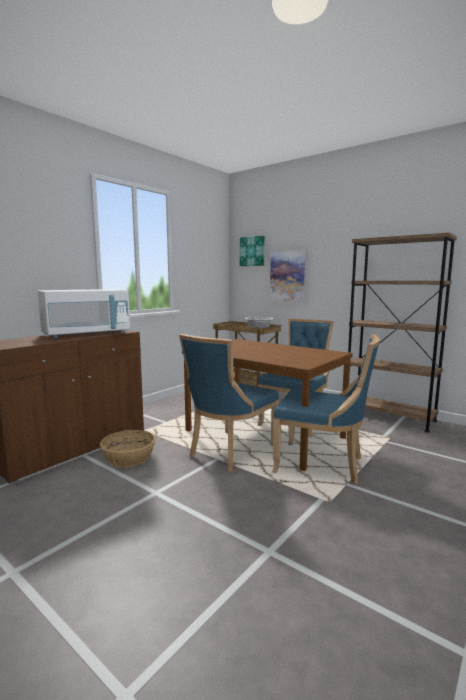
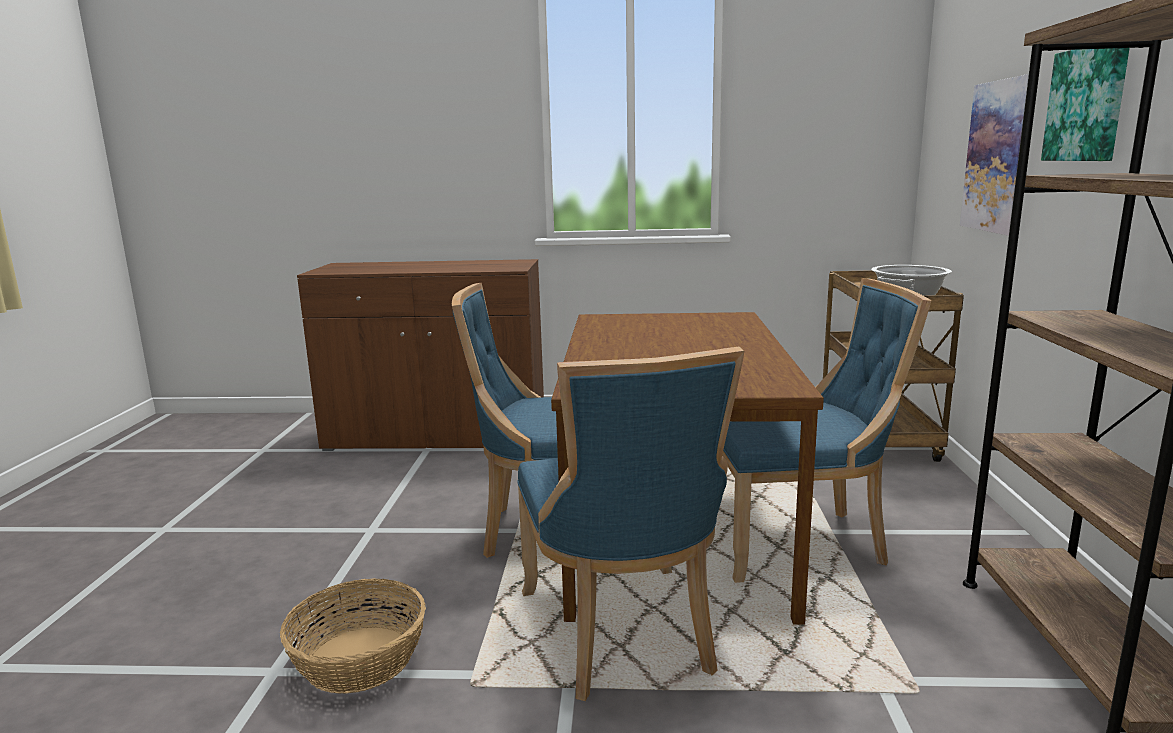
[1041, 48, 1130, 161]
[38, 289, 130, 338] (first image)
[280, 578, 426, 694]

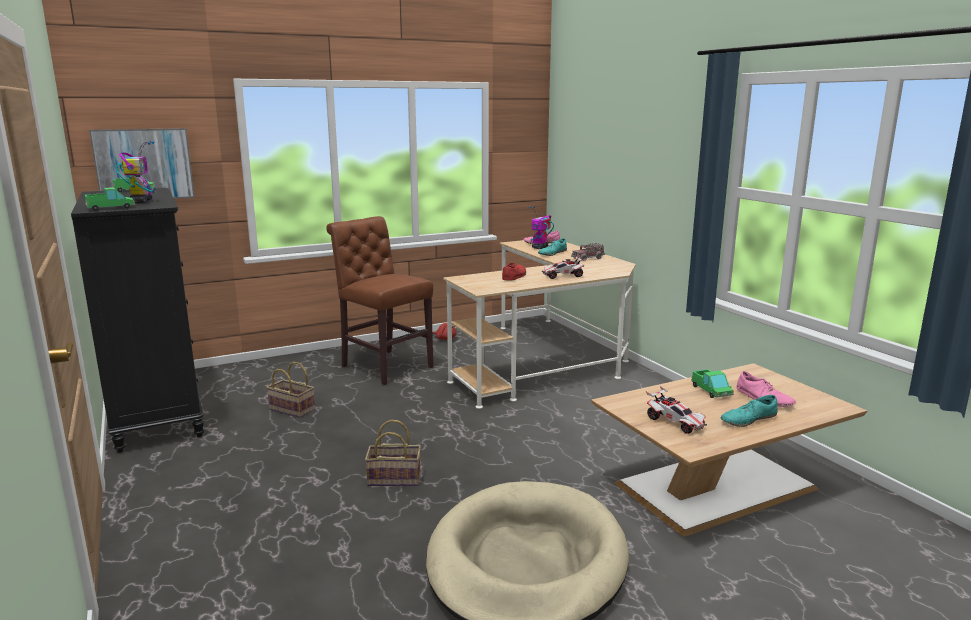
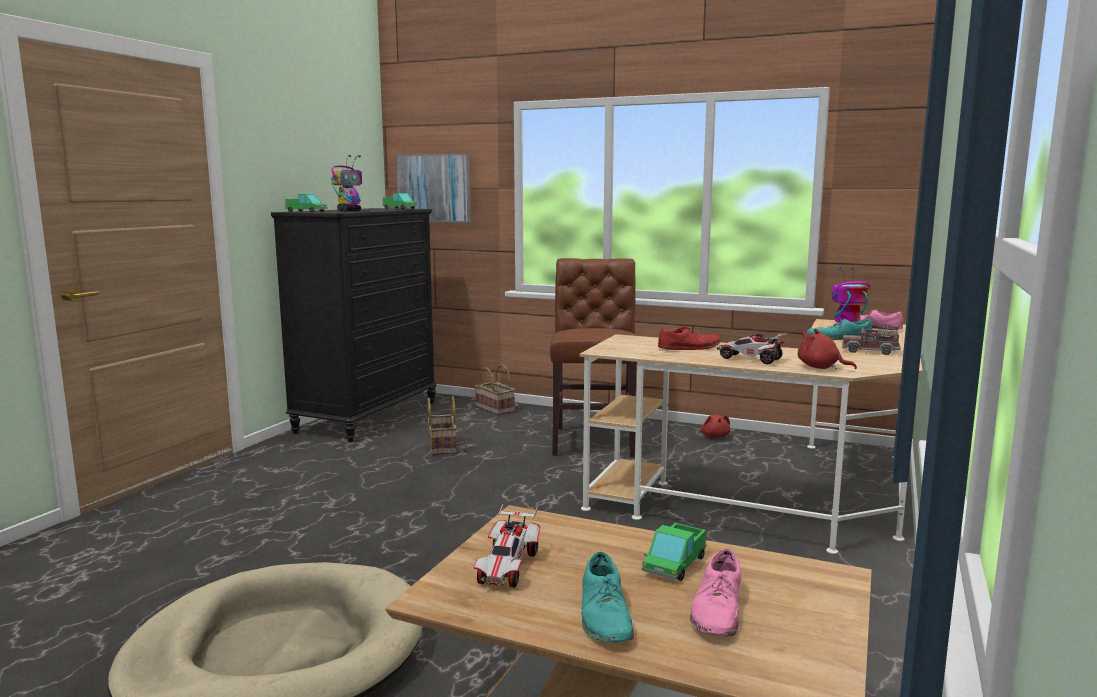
[581, 552, 634, 642]
[475, 364, 515, 415]
[798, 329, 857, 370]

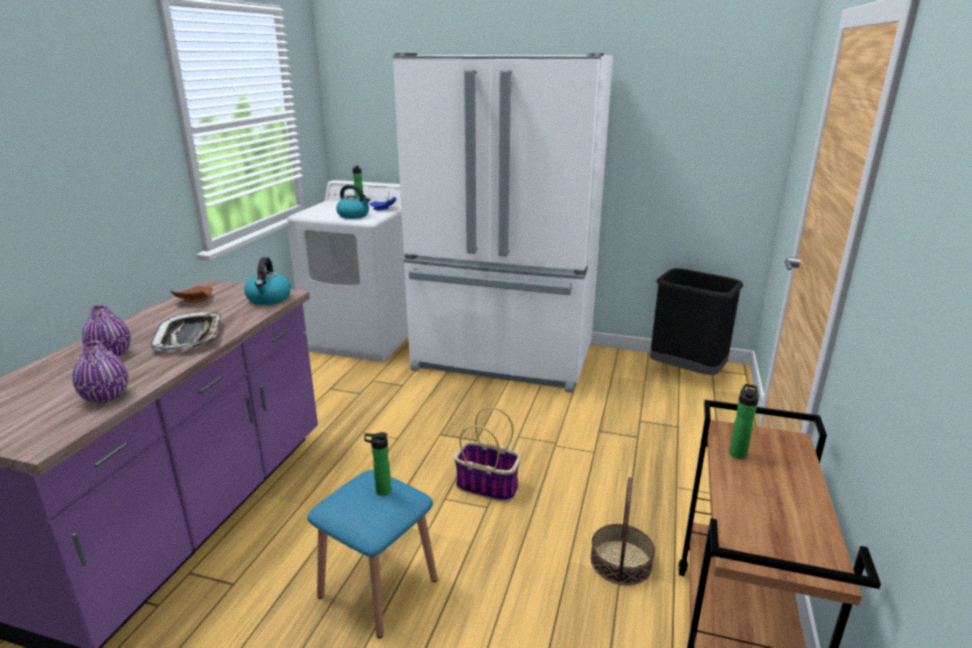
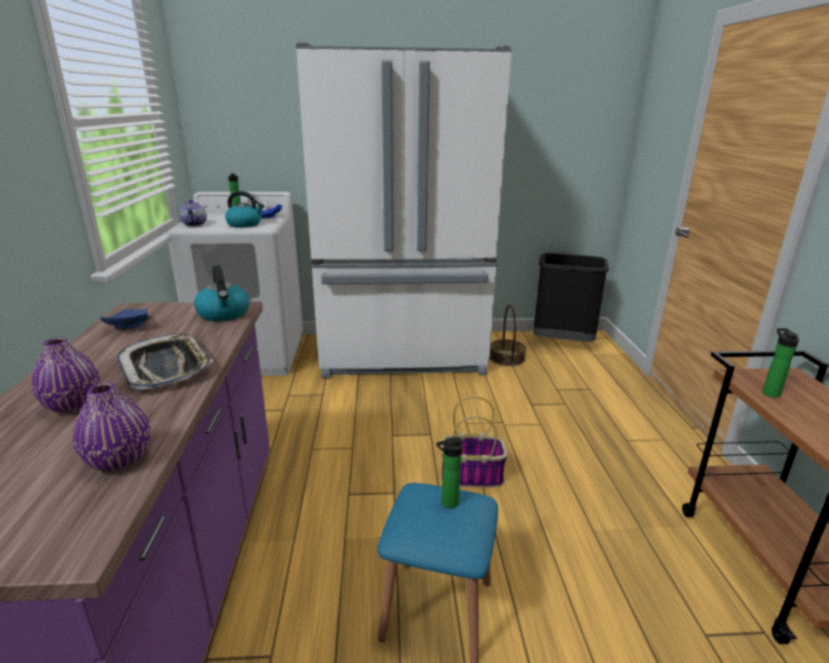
[100, 309, 150, 330]
[490, 305, 526, 366]
[180, 200, 207, 226]

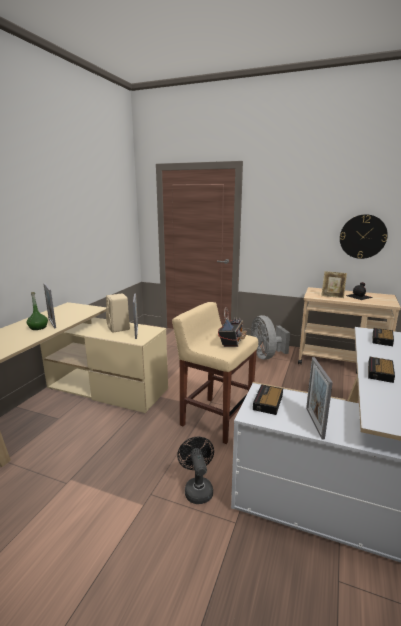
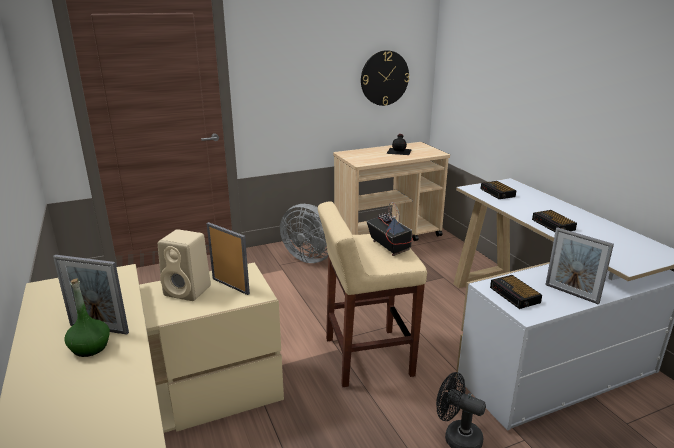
[321, 271, 347, 298] (first image)

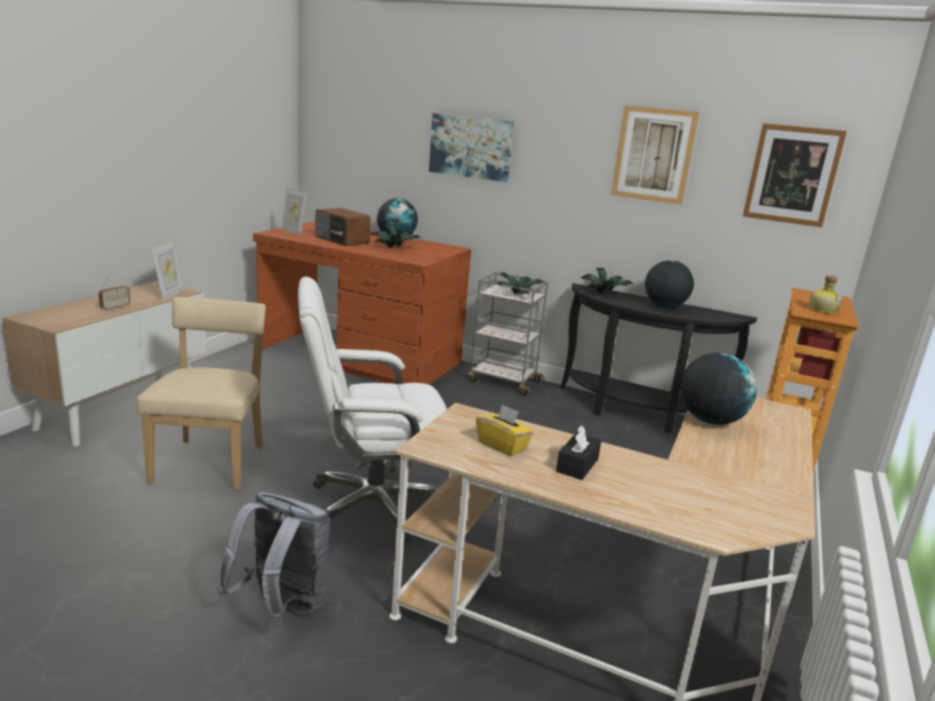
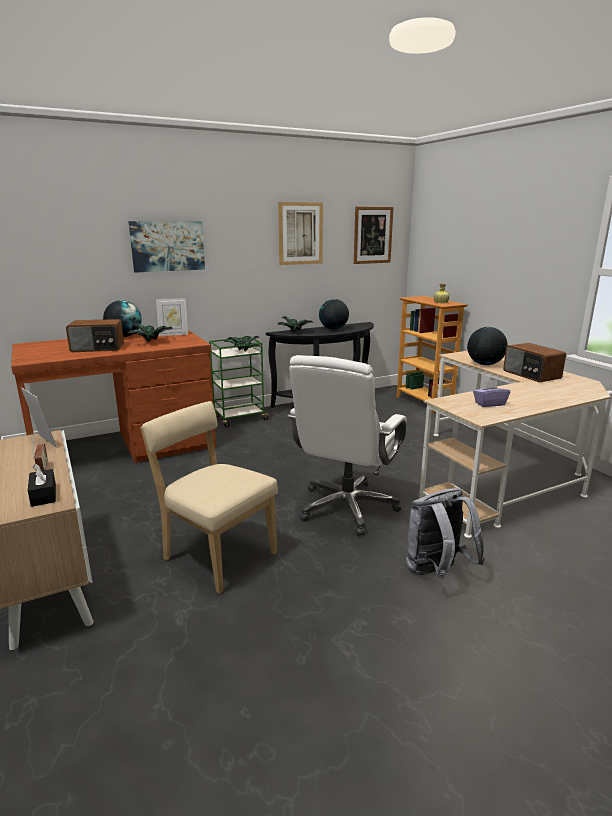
[156, 298, 188, 336]
[209, 337, 271, 427]
[473, 380, 510, 407]
[28, 463, 56, 507]
[503, 343, 566, 382]

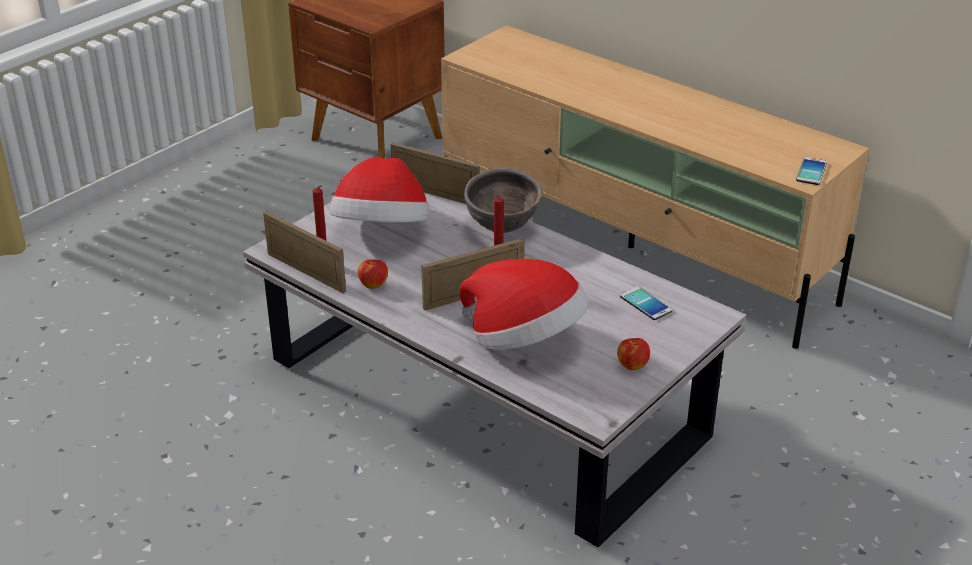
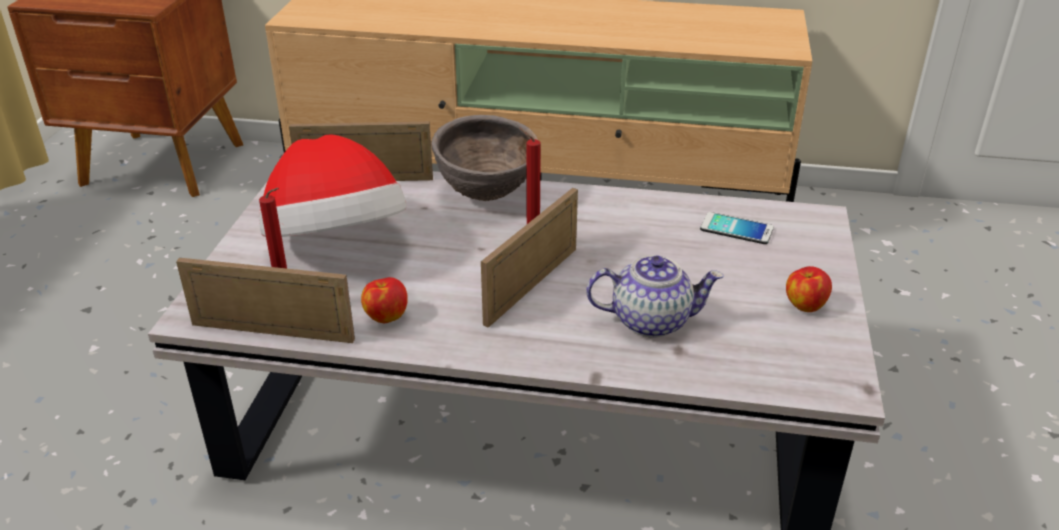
[796, 157, 827, 185] (first image)
[586, 255, 724, 338]

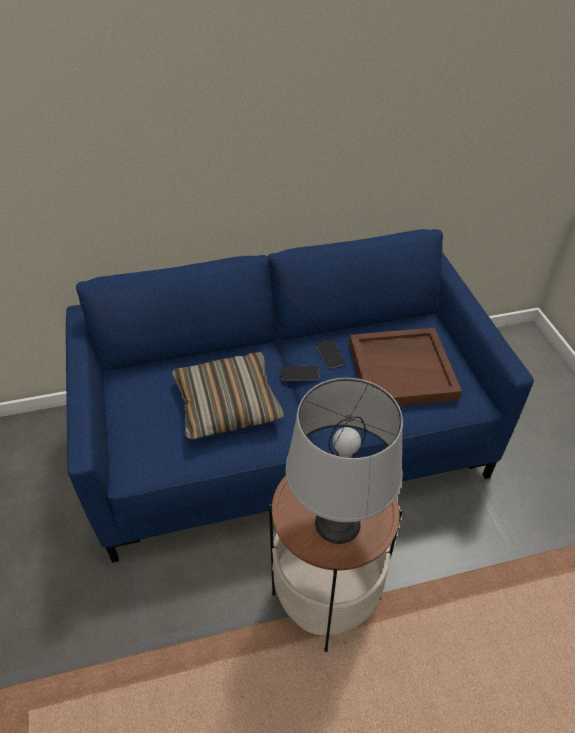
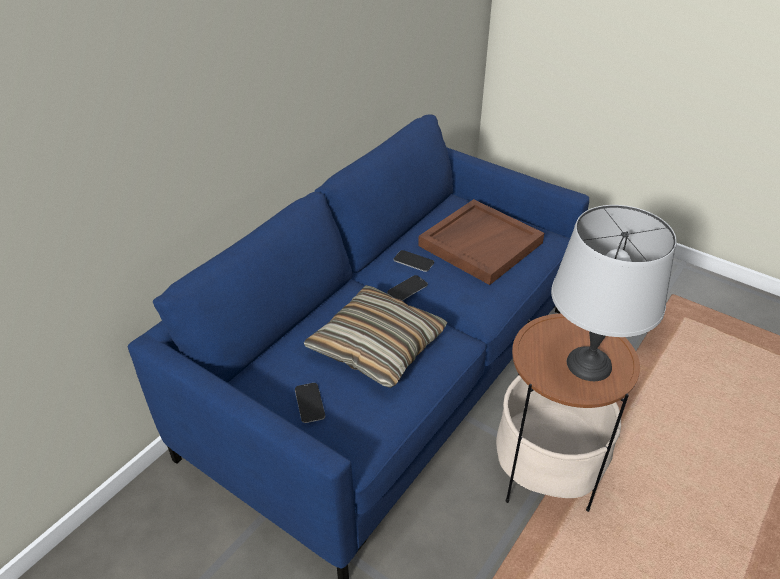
[295, 383, 325, 423]

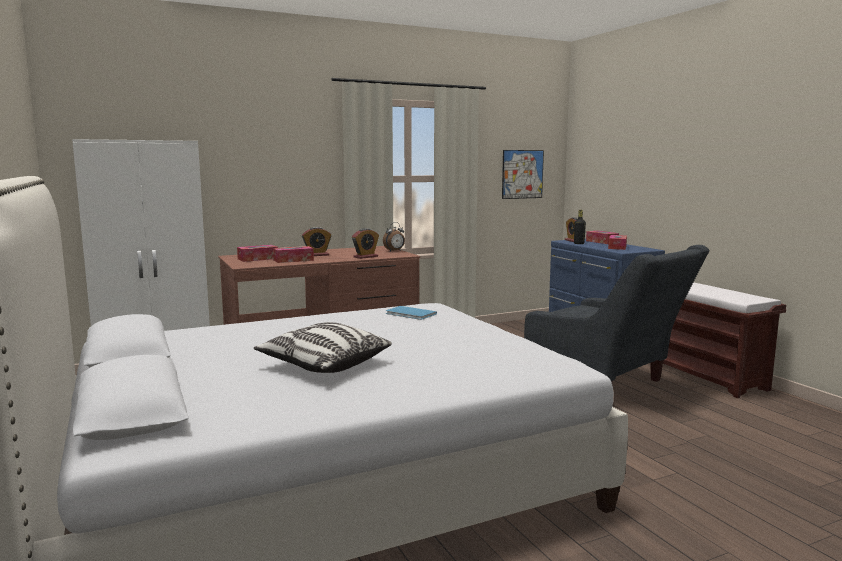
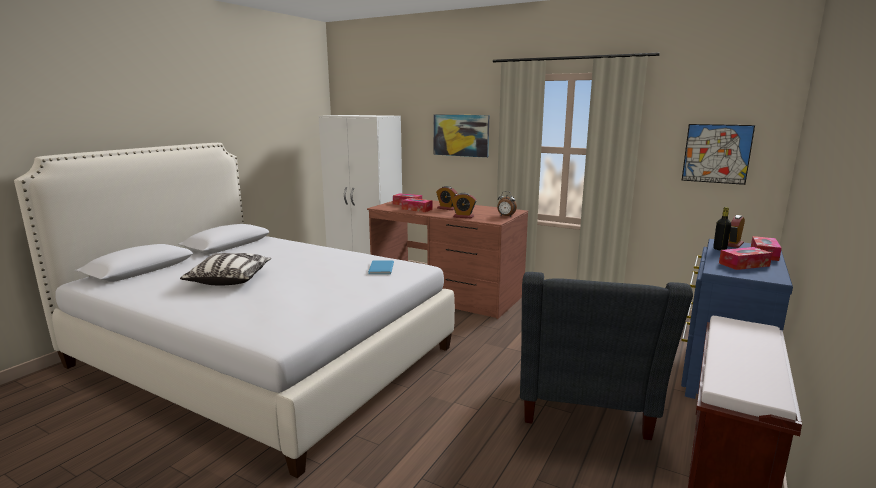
[433, 114, 489, 158]

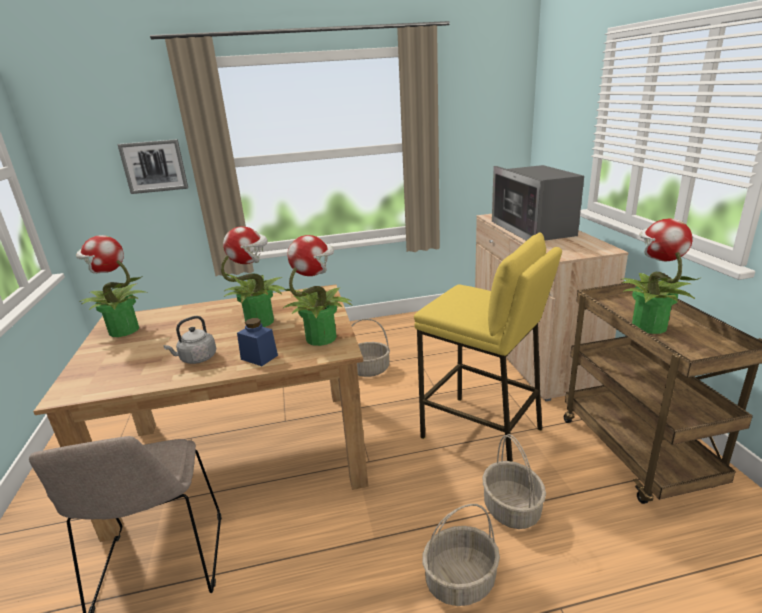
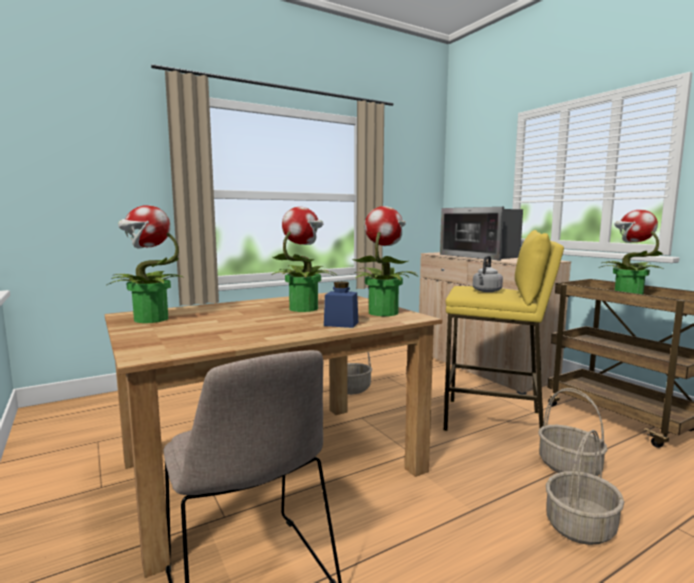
[117, 139, 188, 194] (first image)
[473, 255, 503, 292]

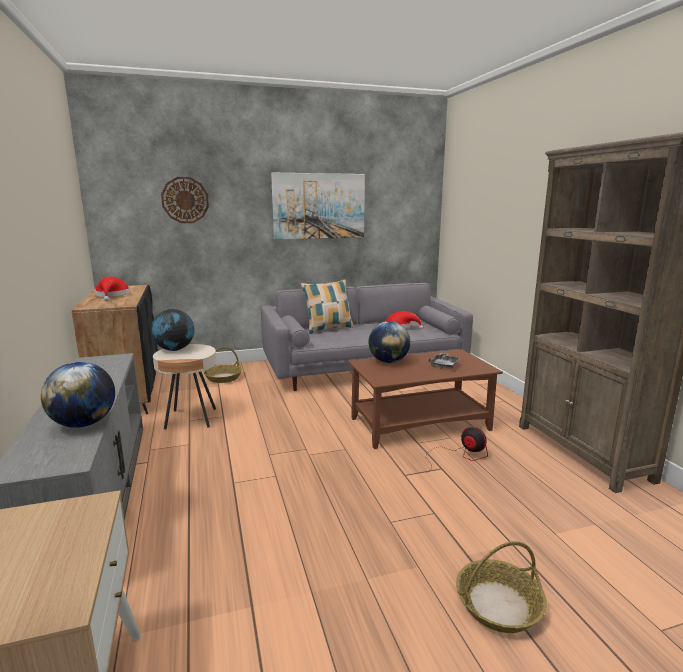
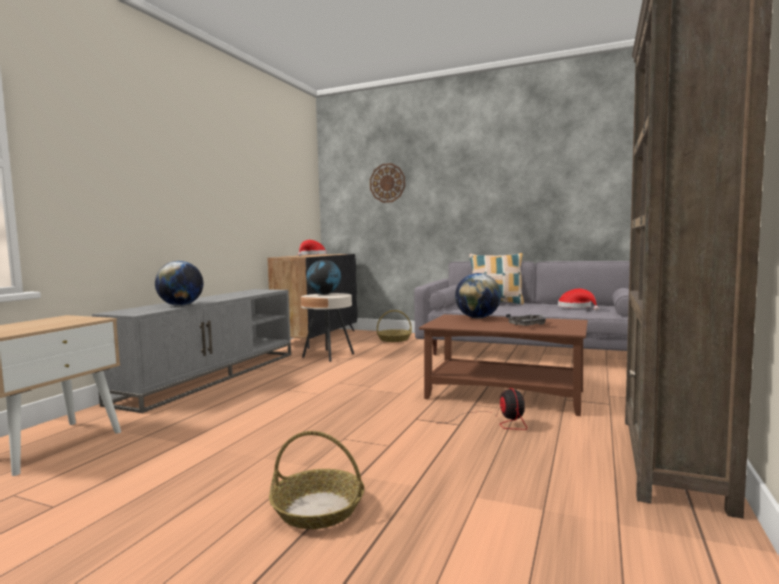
[271, 173, 365, 240] (first image)

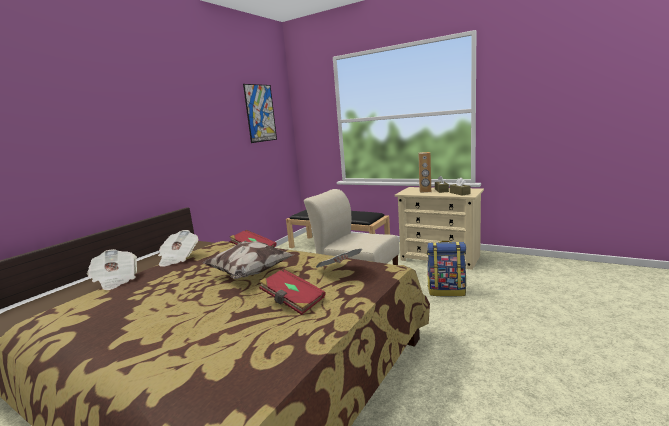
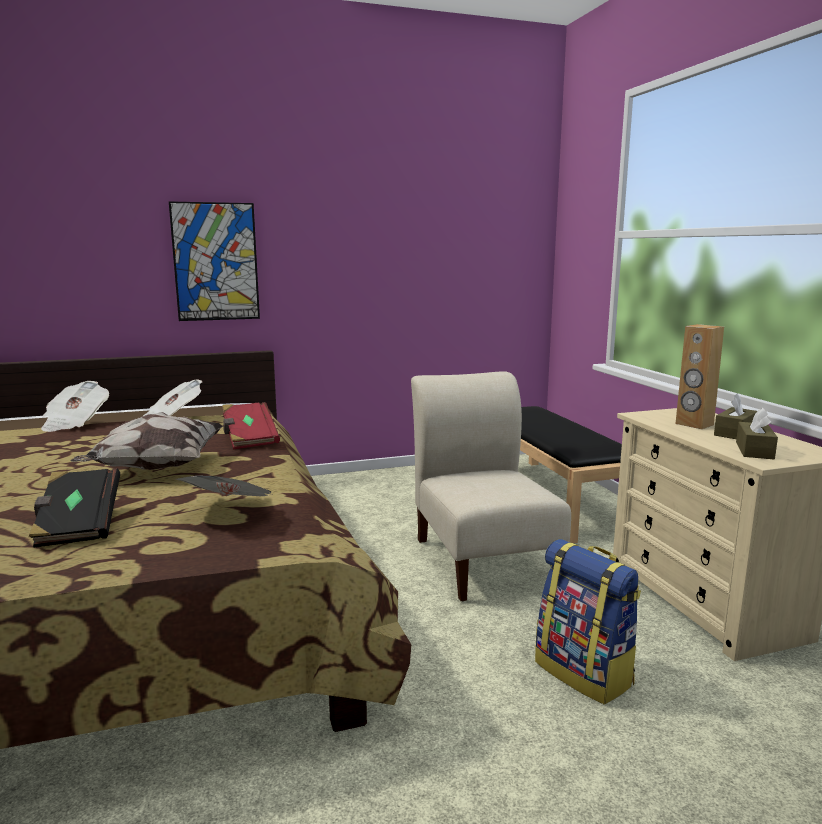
[169, 201, 260, 321]
[28, 468, 120, 547]

